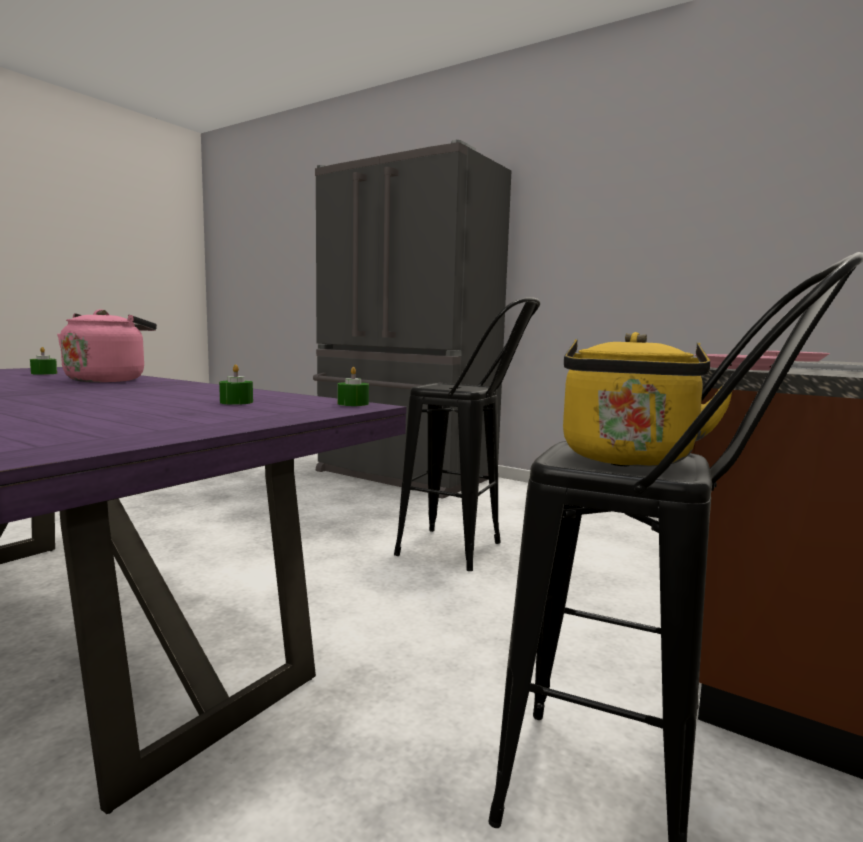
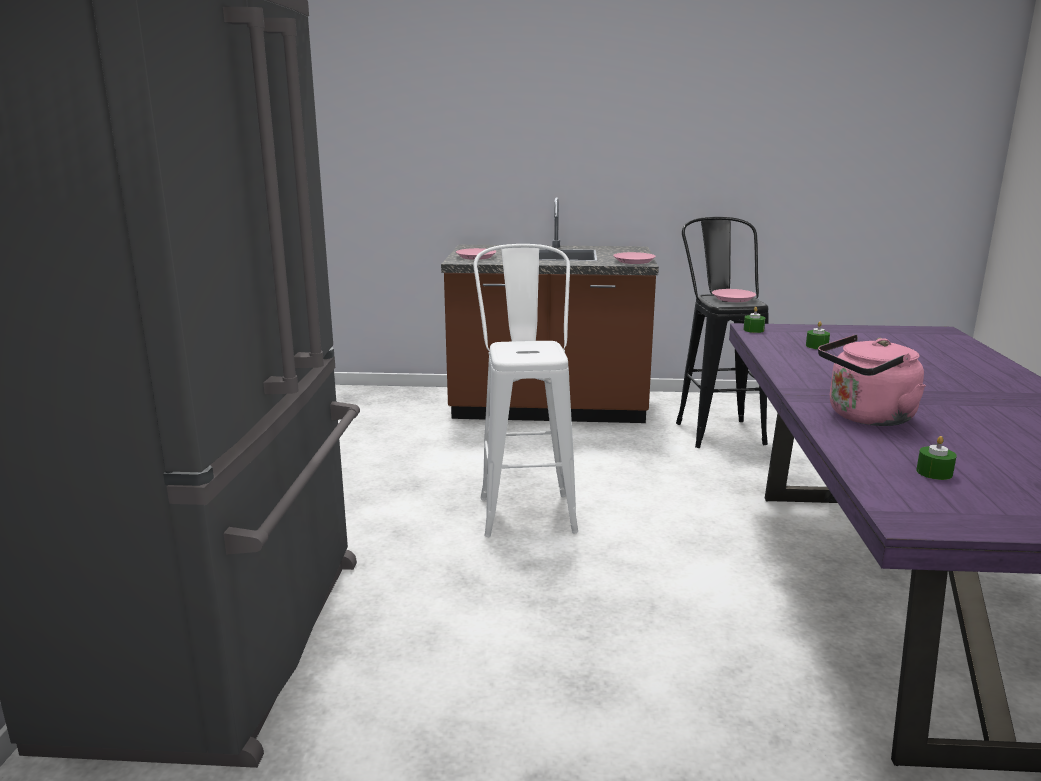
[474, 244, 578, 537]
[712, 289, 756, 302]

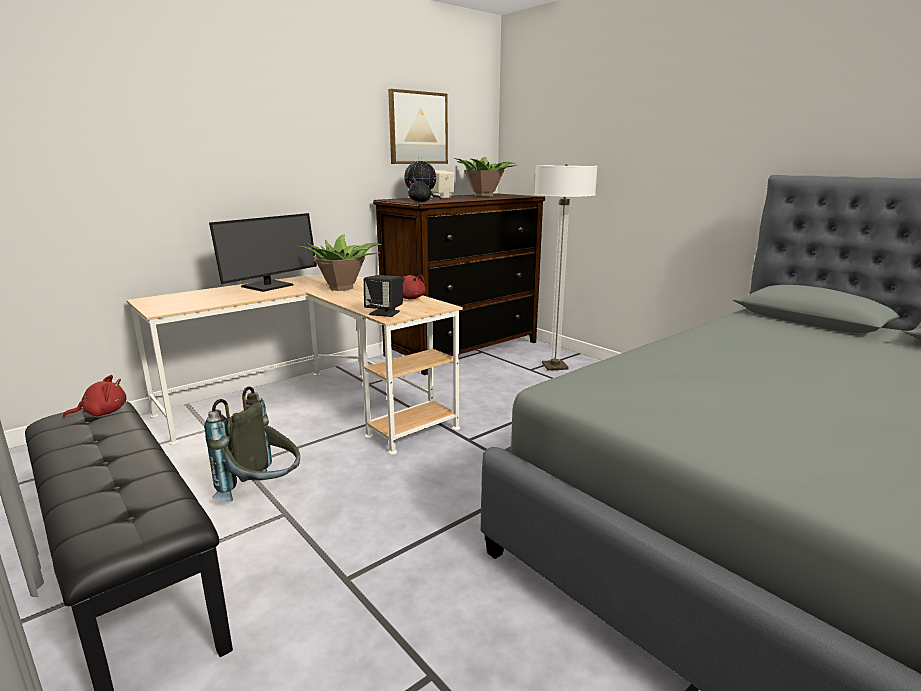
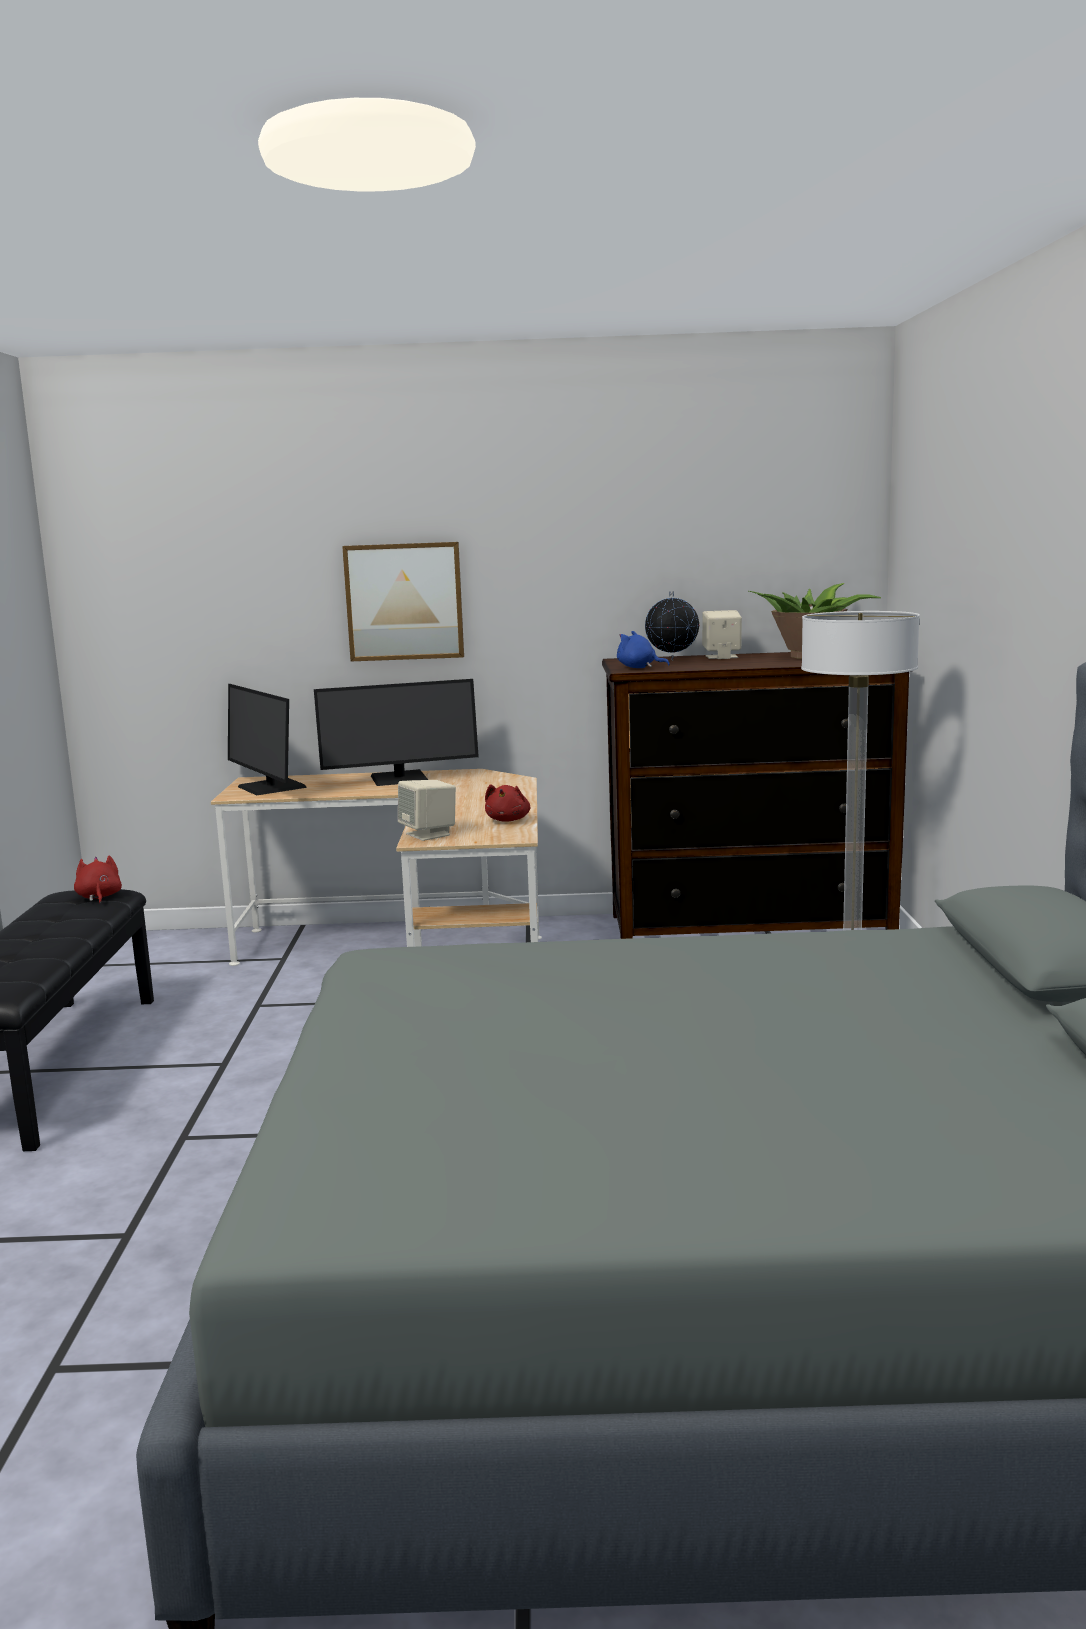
[342, 542, 464, 661]
[617, 631, 670, 668]
[296, 234, 382, 291] (first image)
[398, 780, 456, 841]
[74, 855, 122, 904]
[204, 386, 300, 501] (first image)
[228, 684, 307, 796]

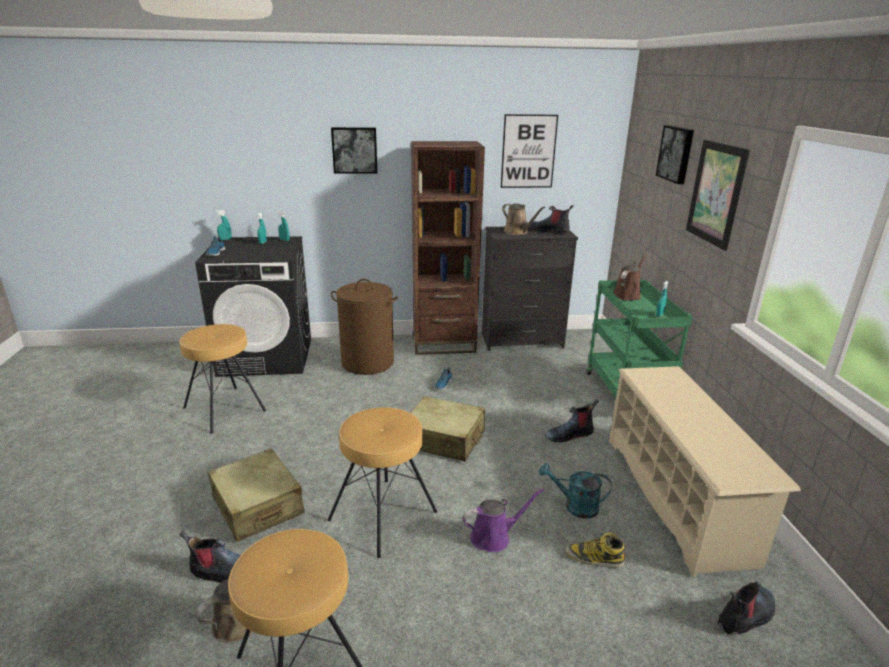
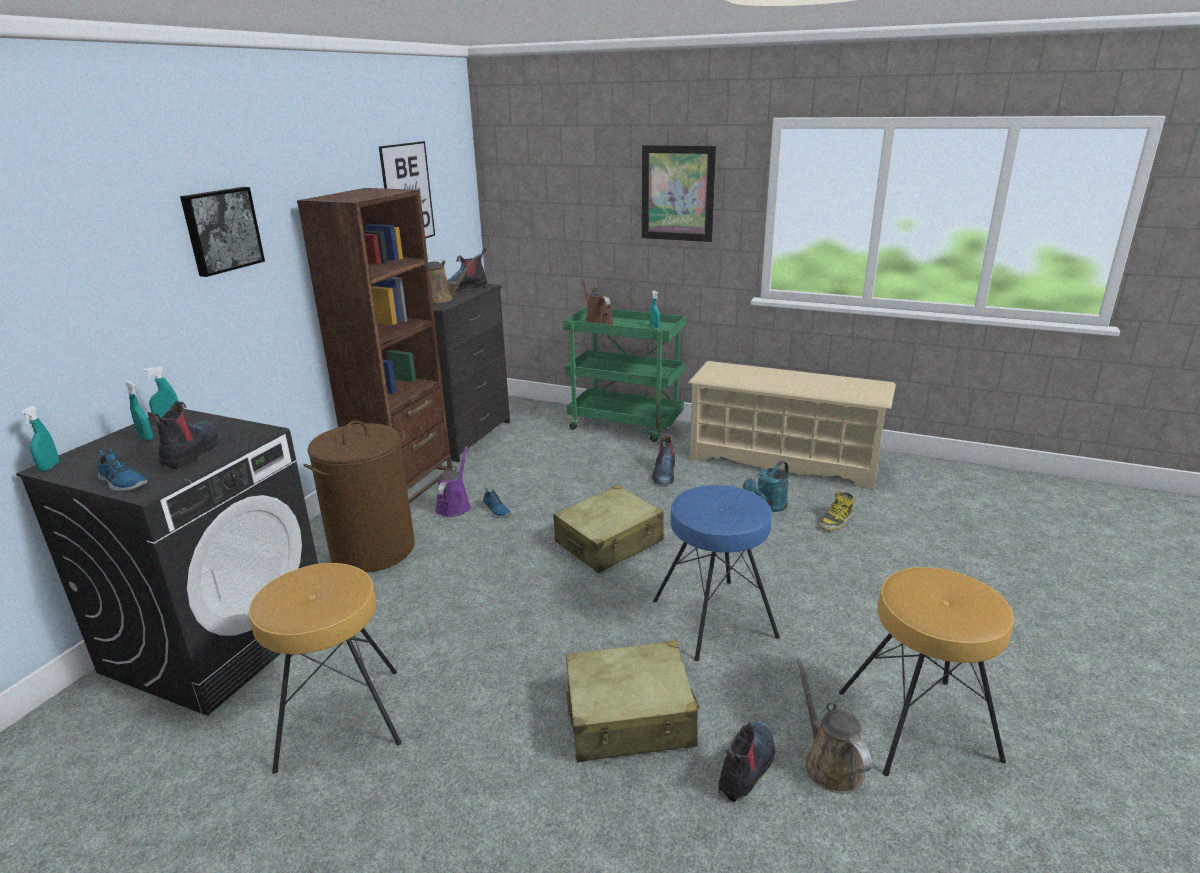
[656, 125, 694, 184] (first image)
[653, 485, 780, 661]
[435, 446, 471, 517]
[147, 401, 220, 470]

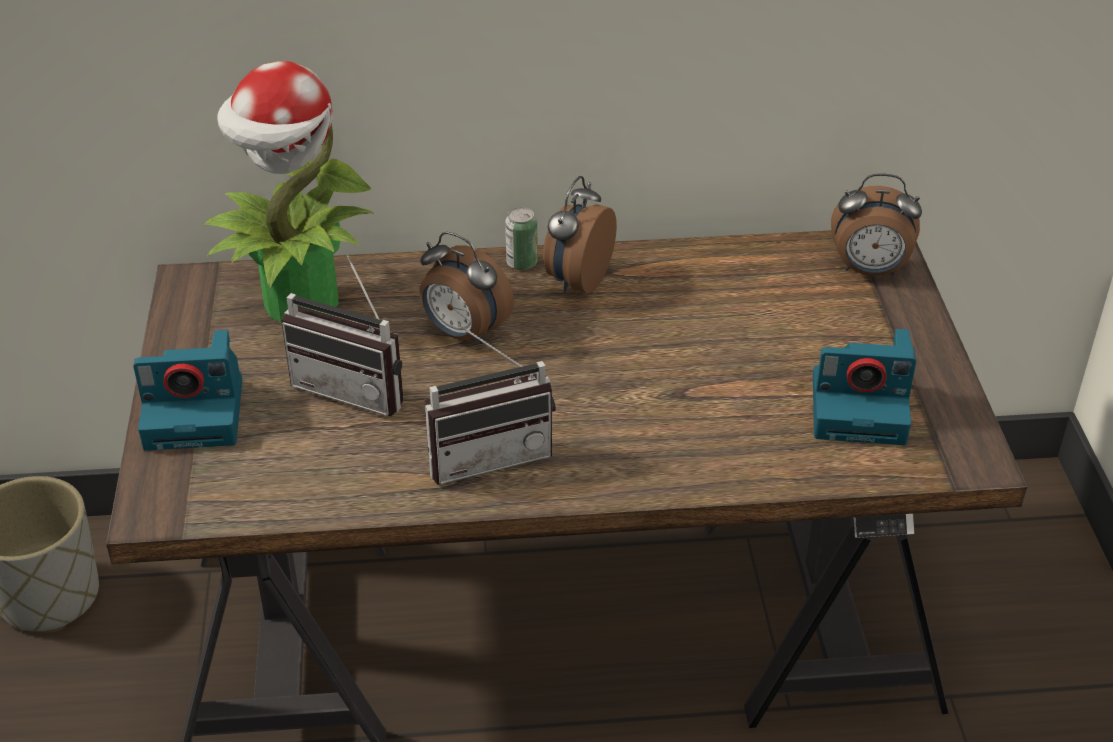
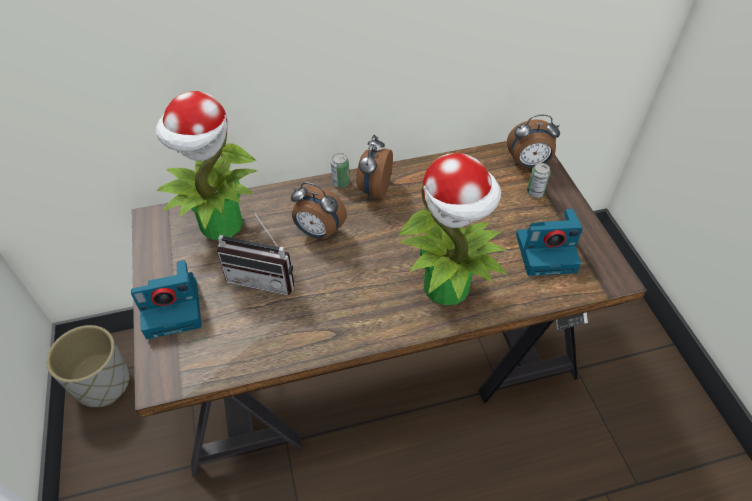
[424, 324, 556, 485] (first image)
[399, 153, 507, 305]
[527, 163, 551, 198]

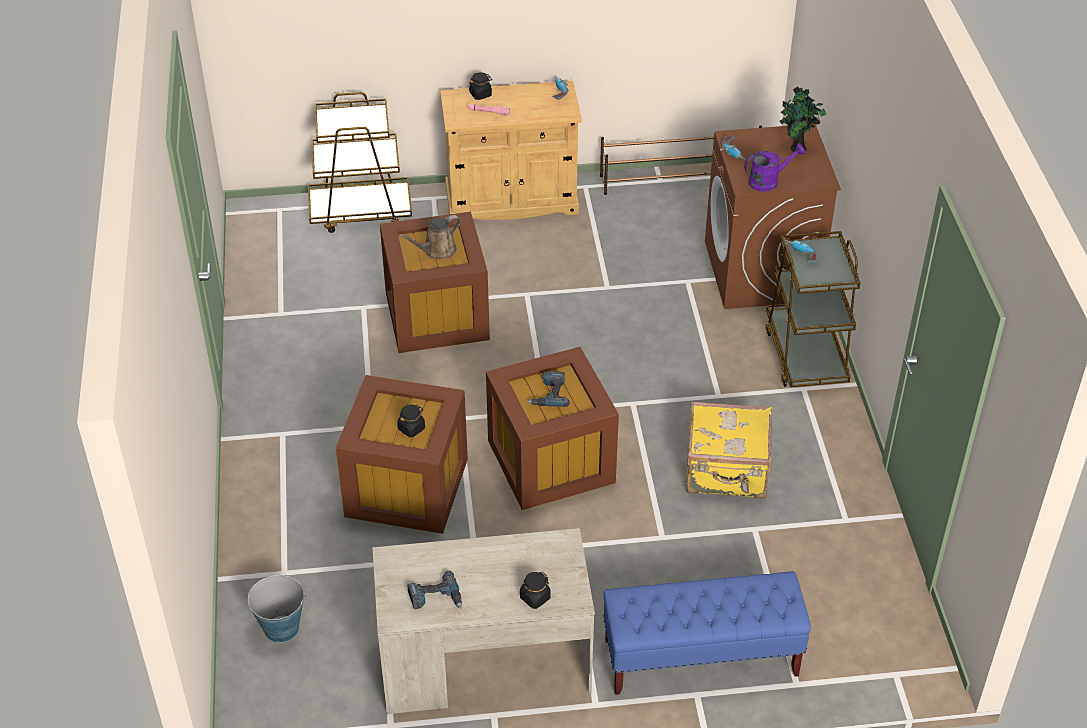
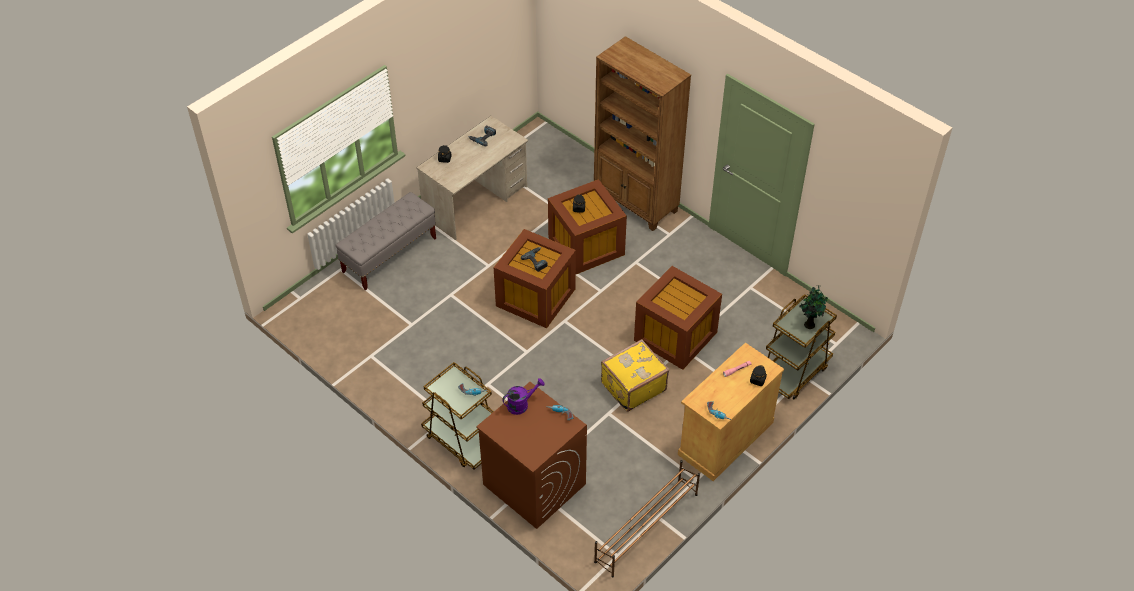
[799, 285, 828, 329]
[502, 378, 545, 415]
[398, 215, 461, 259] (first image)
[601, 339, 669, 412]
[336, 192, 436, 291]
[248, 575, 307, 643] (first image)
[594, 36, 691, 231]

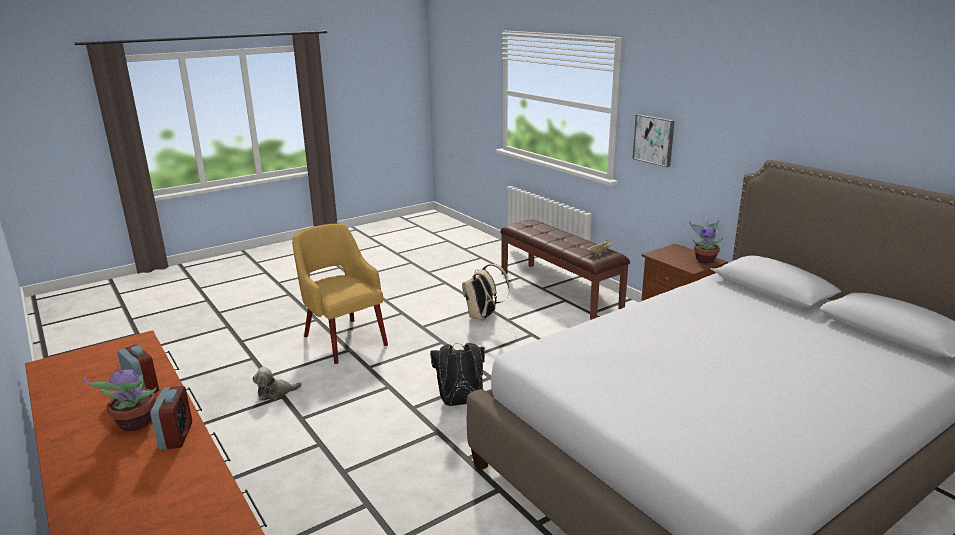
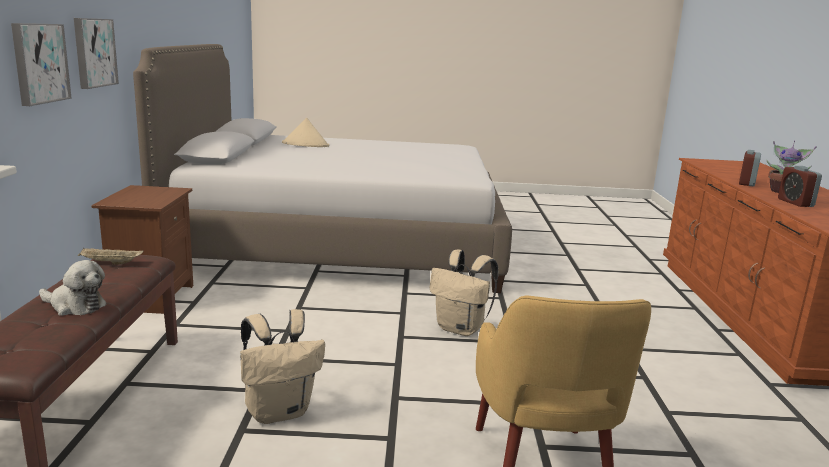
[690, 220, 723, 264] (first image)
[430, 249, 498, 336]
[39, 260, 107, 316]
[74, 18, 119, 89]
[282, 118, 329, 147]

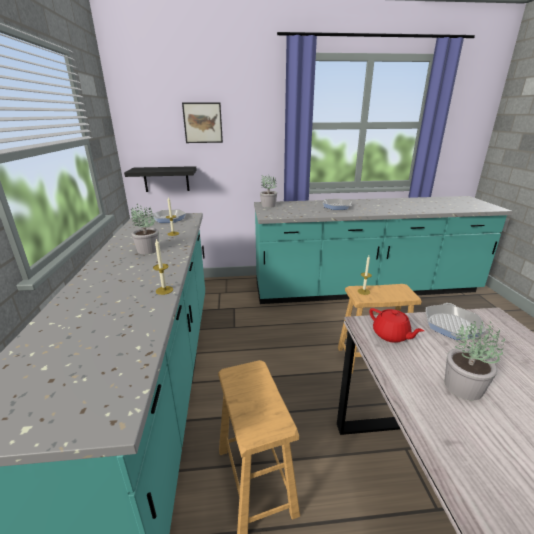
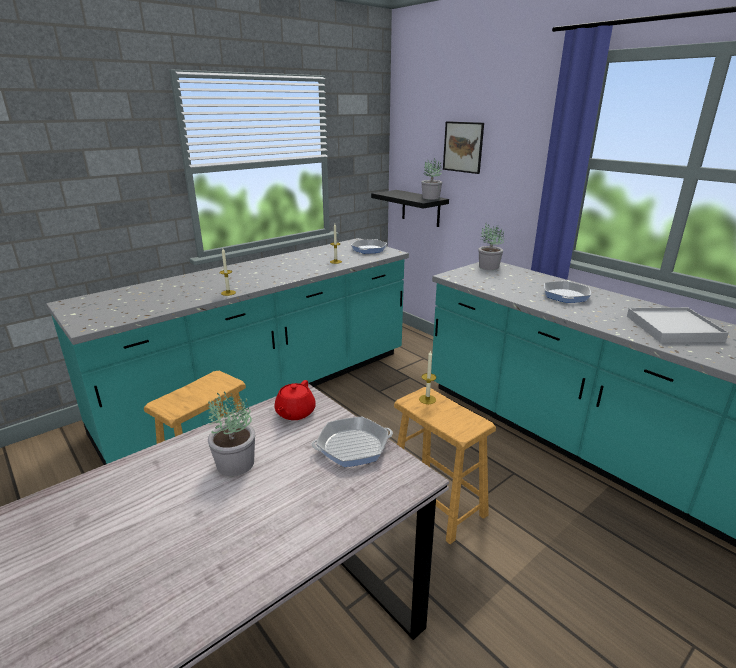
[421, 159, 442, 200]
[627, 307, 729, 343]

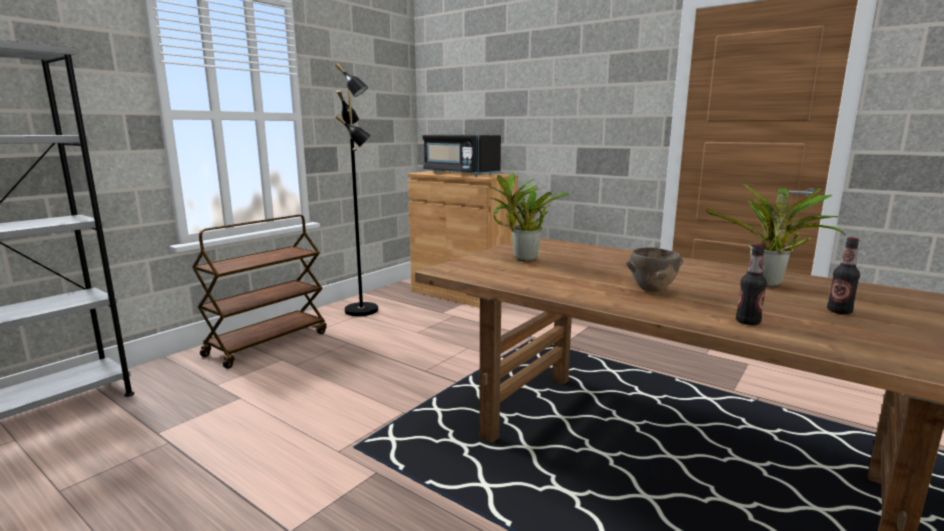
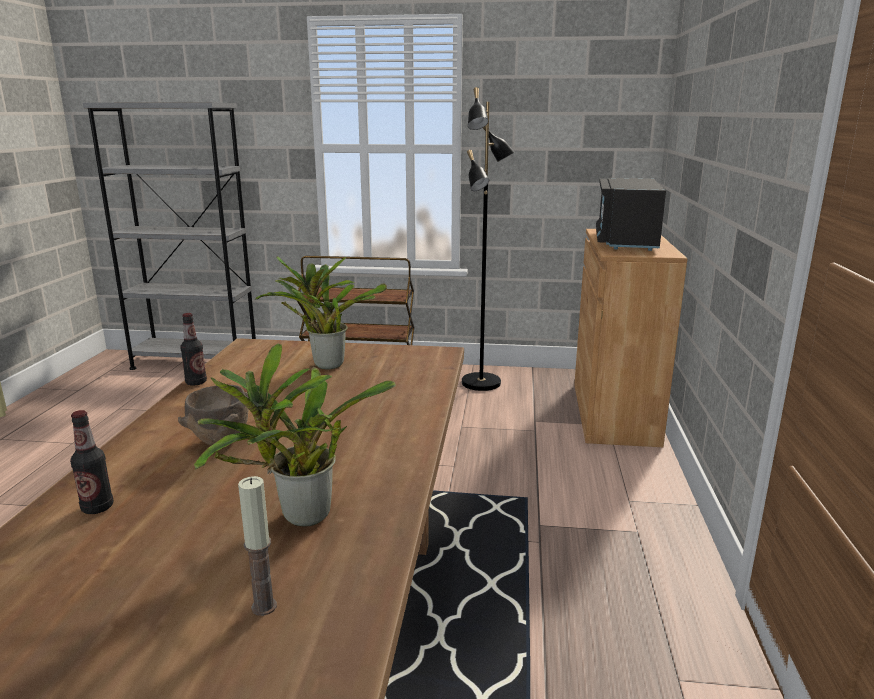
[180, 313, 207, 386]
[238, 476, 277, 616]

